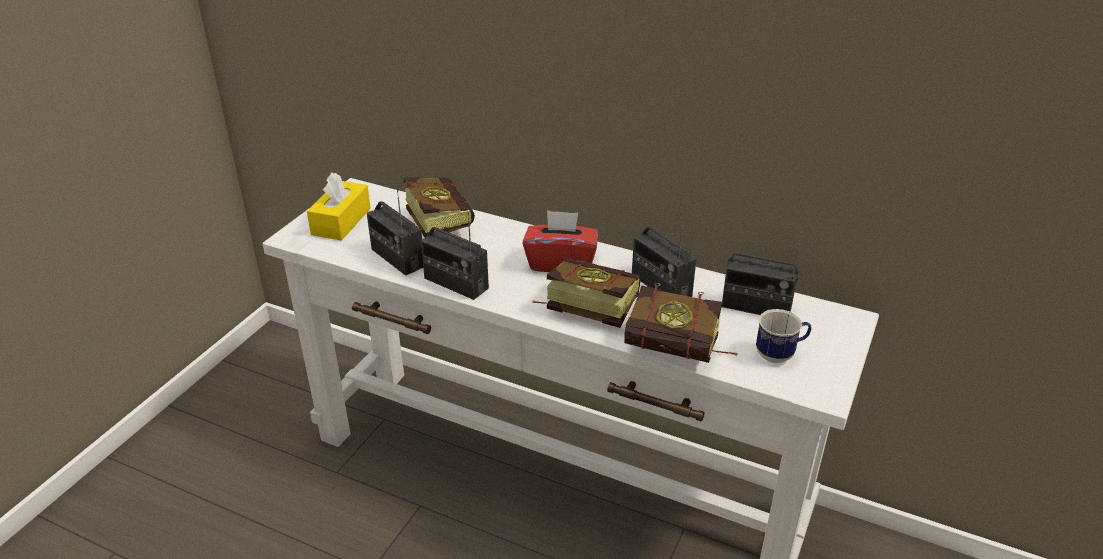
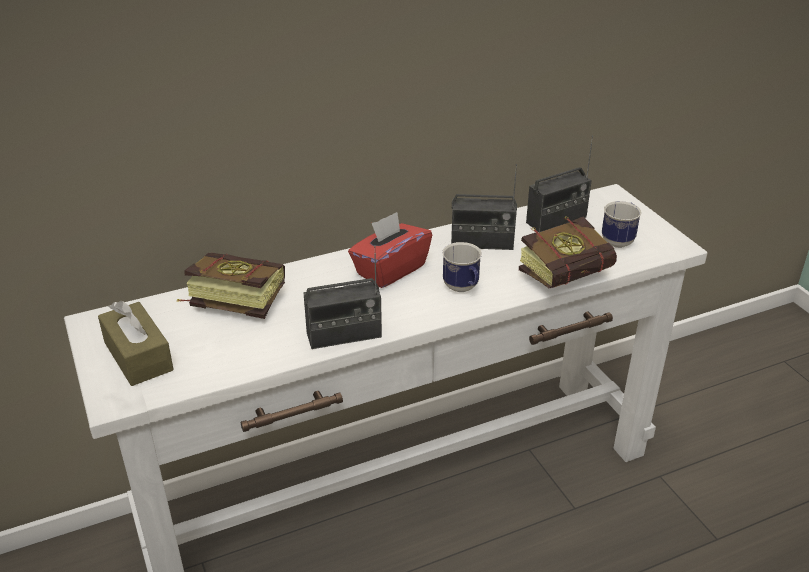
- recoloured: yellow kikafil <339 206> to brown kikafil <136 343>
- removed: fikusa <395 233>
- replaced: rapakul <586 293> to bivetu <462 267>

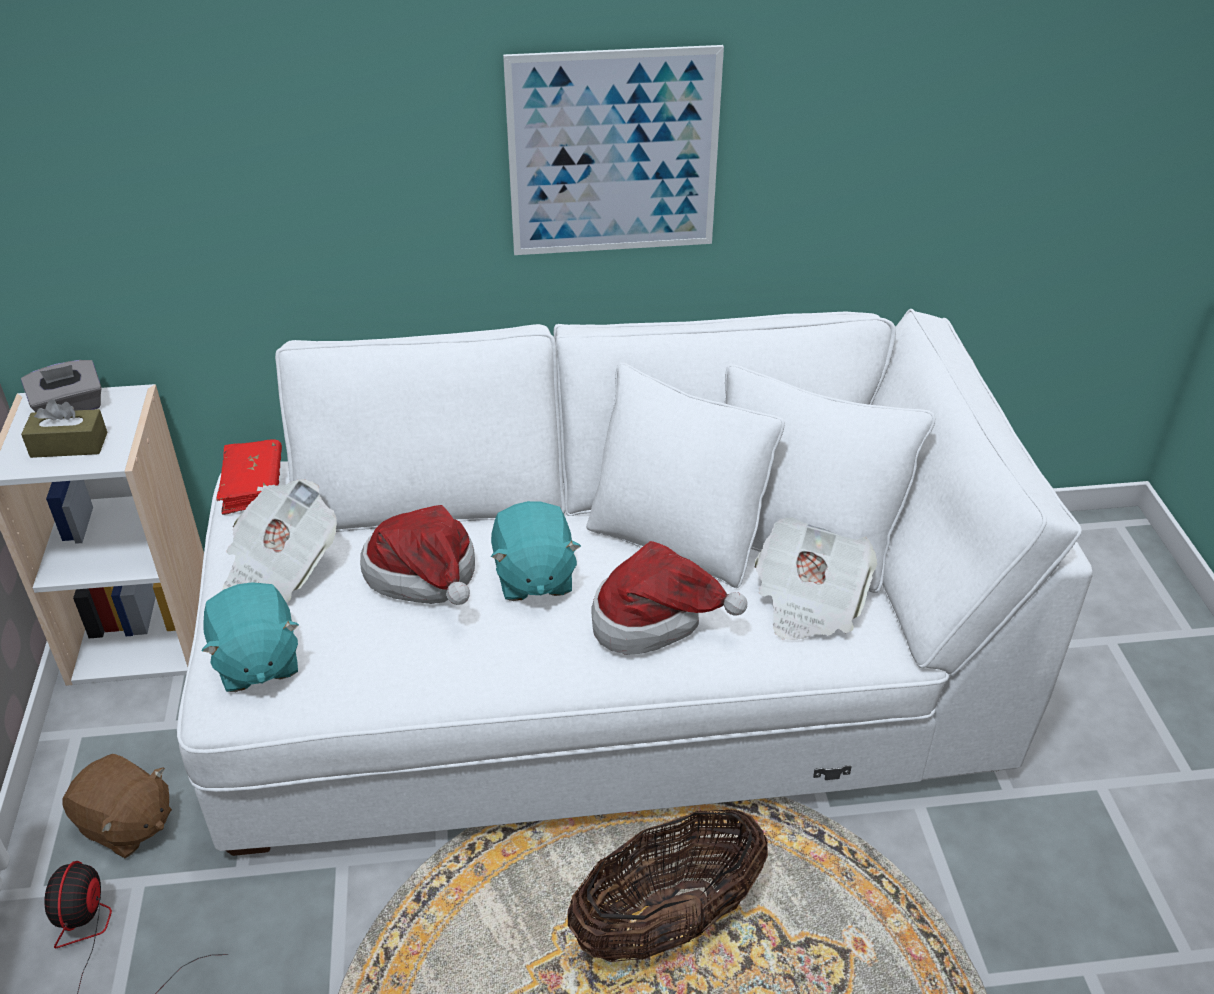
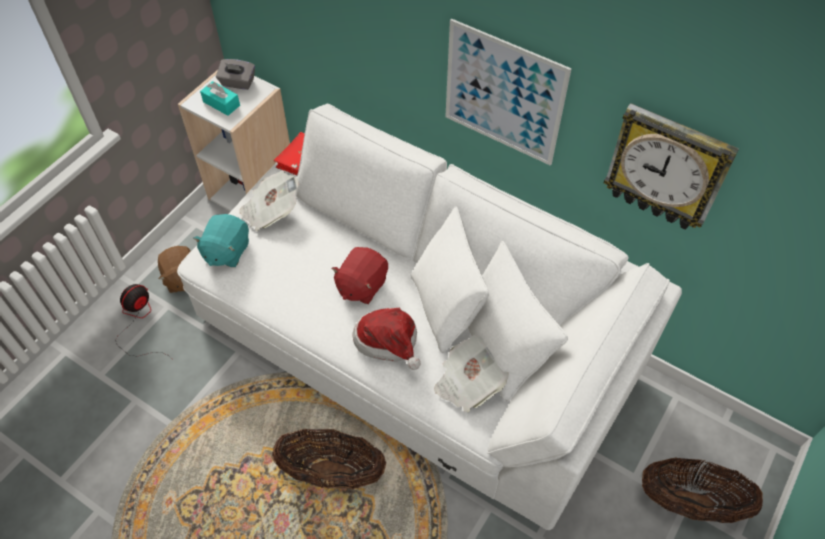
- recoloured: brown kikafil <64 428> to turquoise kikafil <220 98>
- recoloured: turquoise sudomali <536 551> to red sudomali <359 275>
- removed: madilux <417 555>
- added: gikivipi <671 166>
- added: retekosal <702 490>

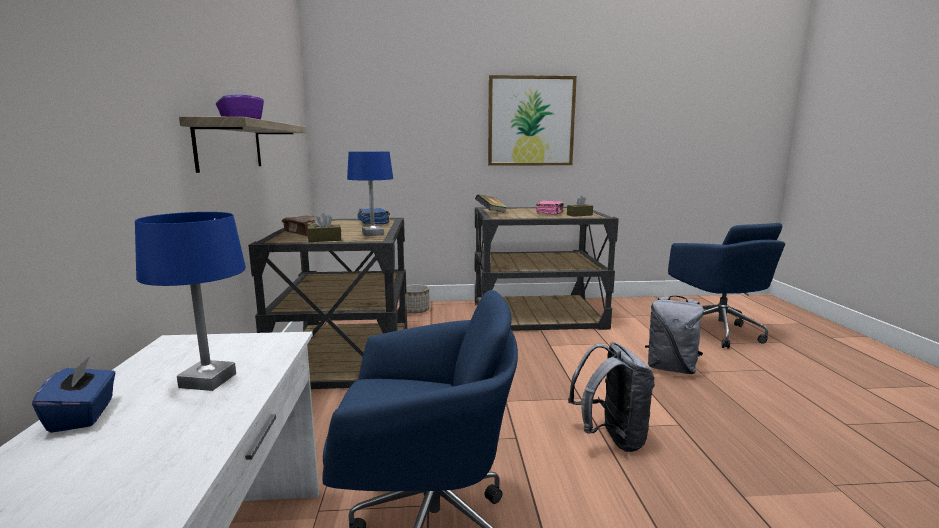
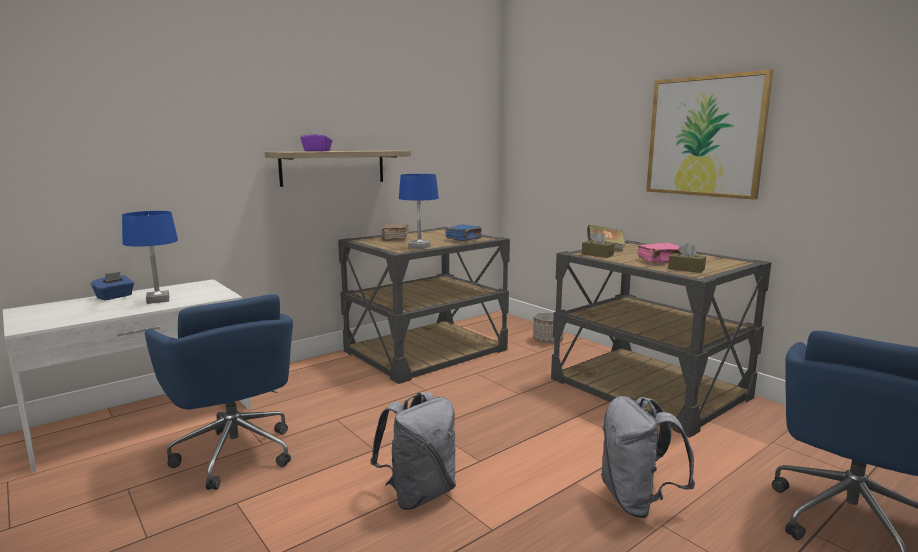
- moved: brown kikafil <324 227> to <598 244>

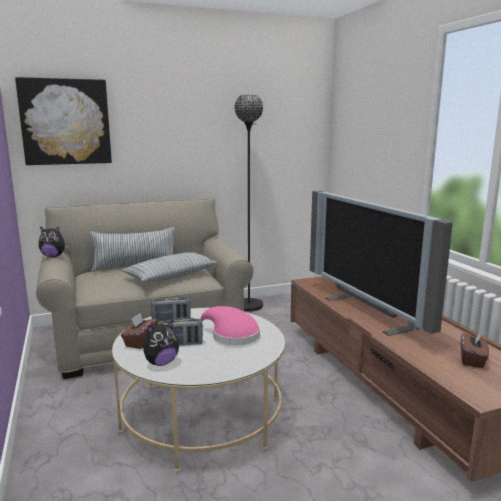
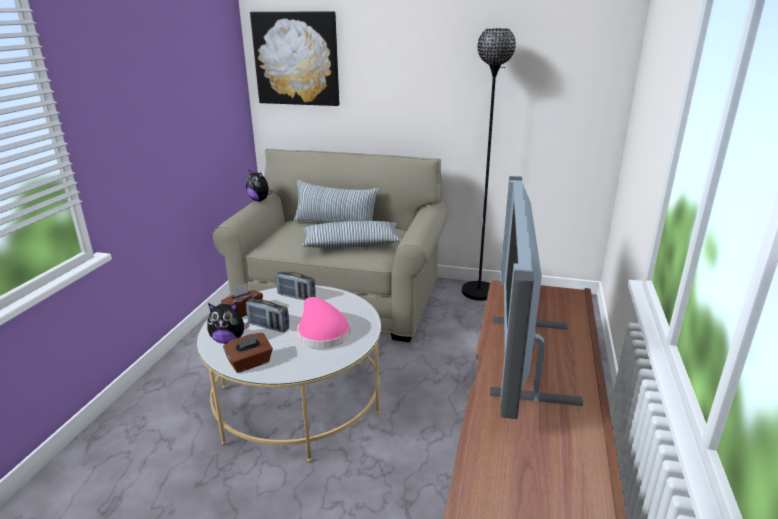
- moved: brown kikafil <475 349> to <248 353>

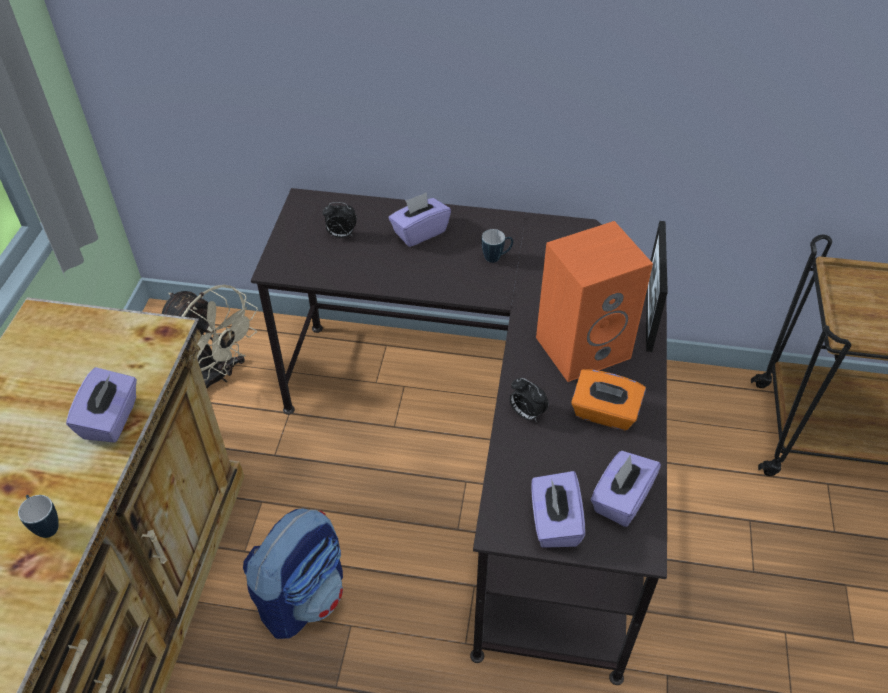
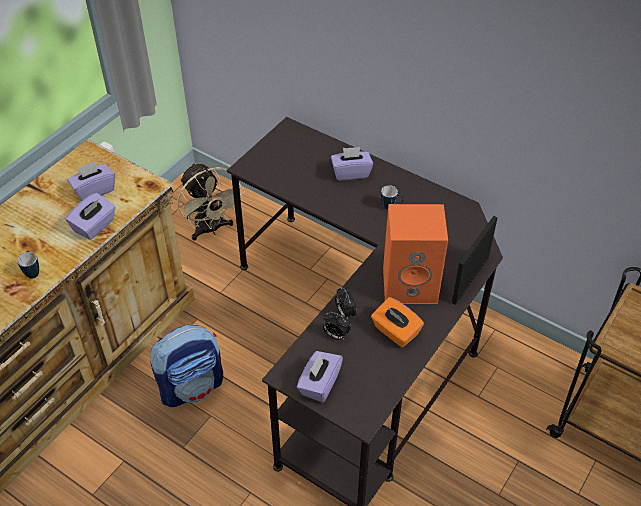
- moved: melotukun <339 220> to <337 325>
- moved: purple kikafil <626 489> to <91 181>

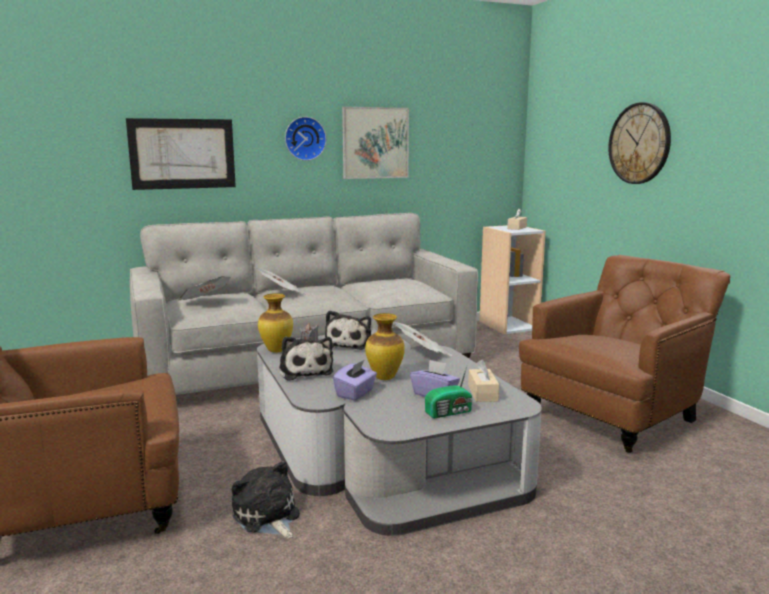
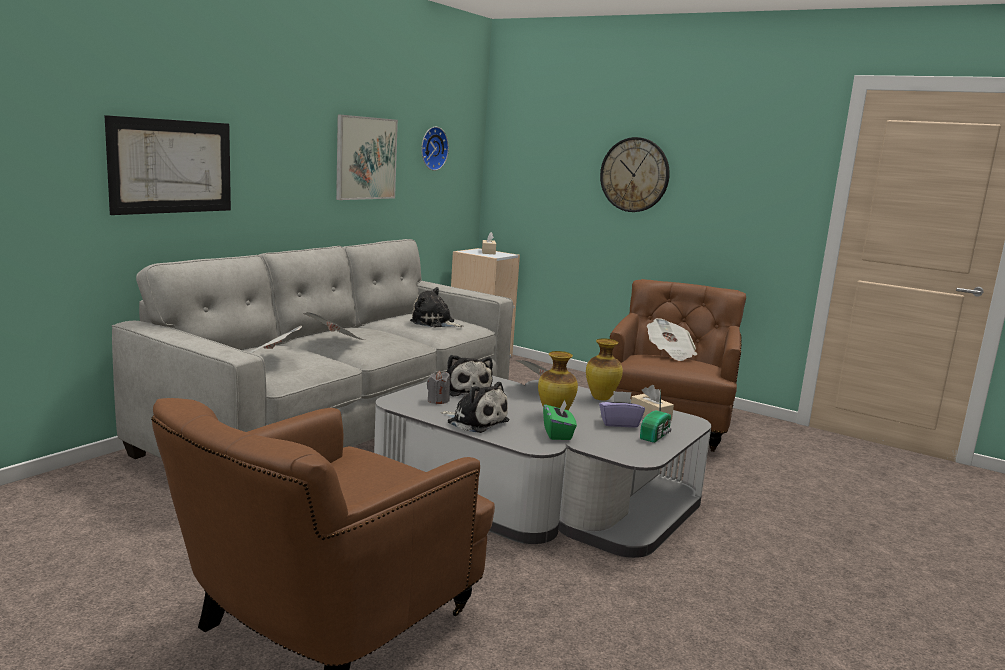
- moved: gikivipi <306 139> to <435 149>
- moved: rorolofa <275 323> to <604 369>
- recoloured: purple kikafil <355 380> to green kikafil <560 419>
- moved: sudomali <266 499> to <437 307>
- added: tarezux <672 339>

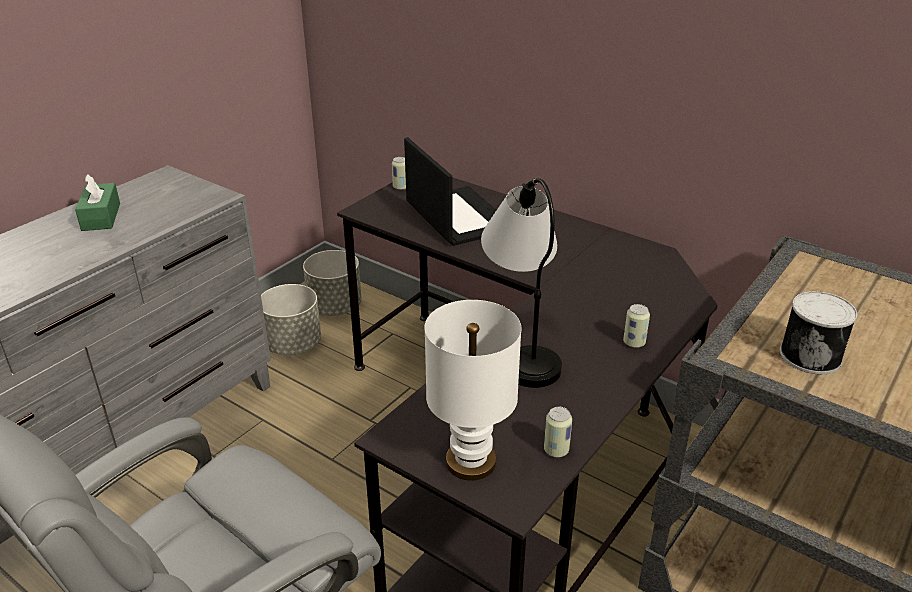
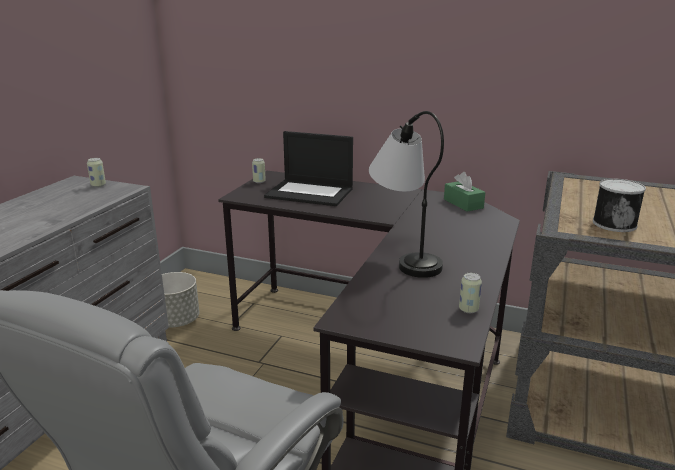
- turned: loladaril <450 191> = <308 168> 150 degrees clockwise
- moved: green kikafil <97 202> to <464 192>
- removed: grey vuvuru <332 283>
- removed: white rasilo <472 390>
- moved: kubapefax <636 326> to <96 172>

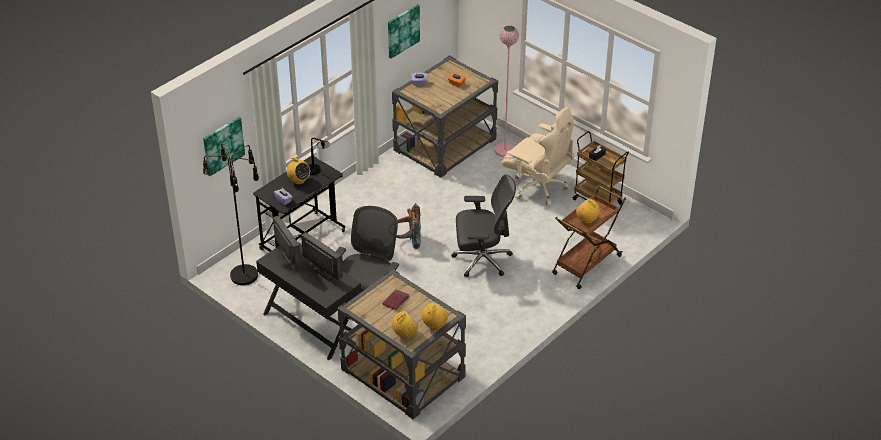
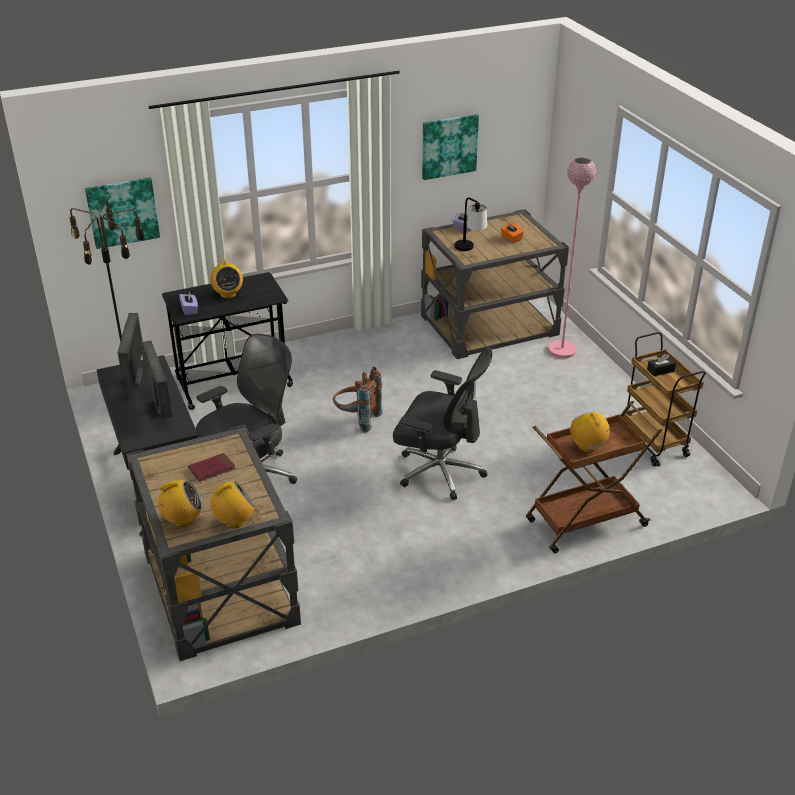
- removed: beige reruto <537 156>
- moved: rasilo <320 156> to <470 224>

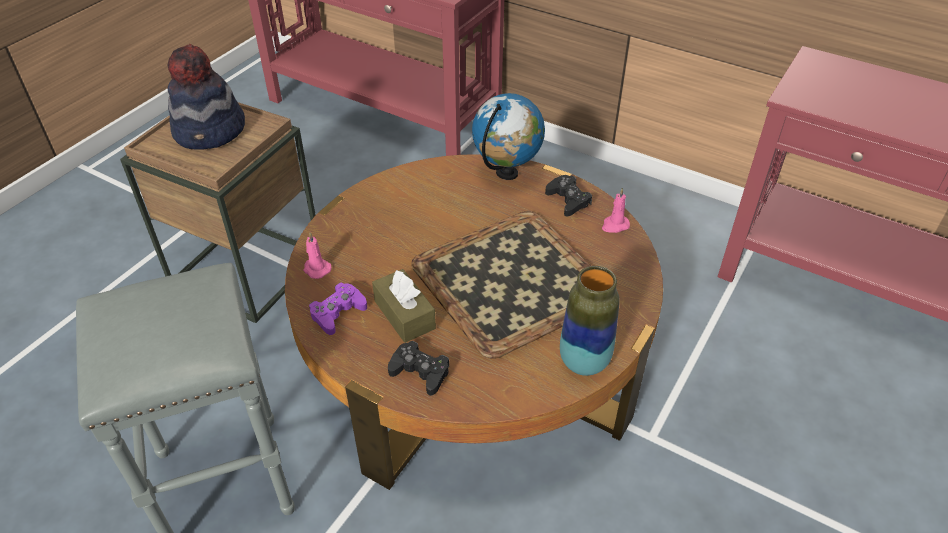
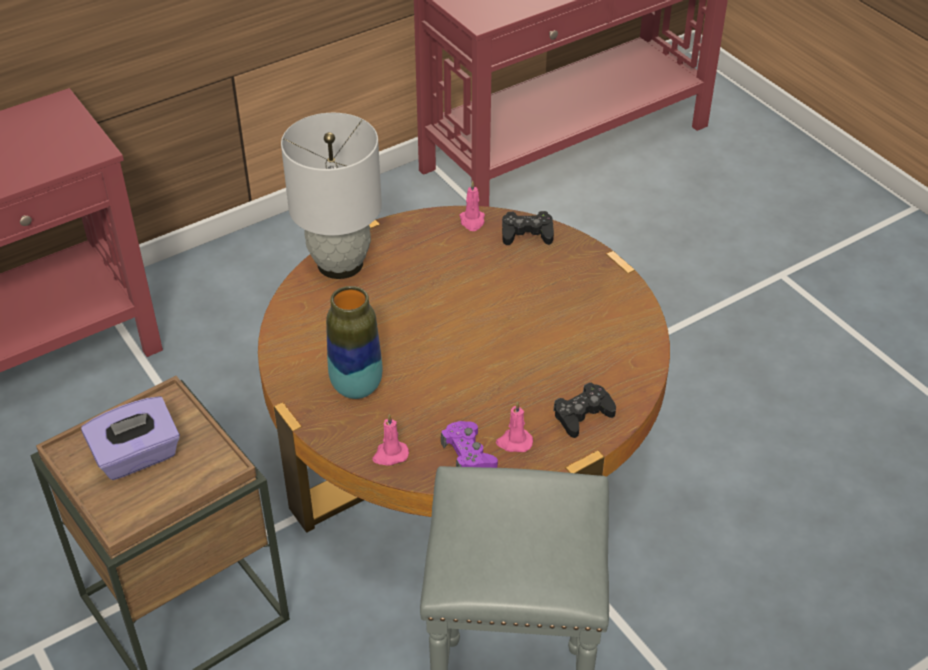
- replaced: madilux <206 97> to purple kikafil <130 438>
- replaced: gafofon <508 136> to white rasilo <331 196>
- moved: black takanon <568 195> to <528 228>
- removed: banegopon <501 285>
- moved: rorolofa <590 321> to <354 342>
- removed: brown kikafil <404 306>
- added: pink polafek <514 427>

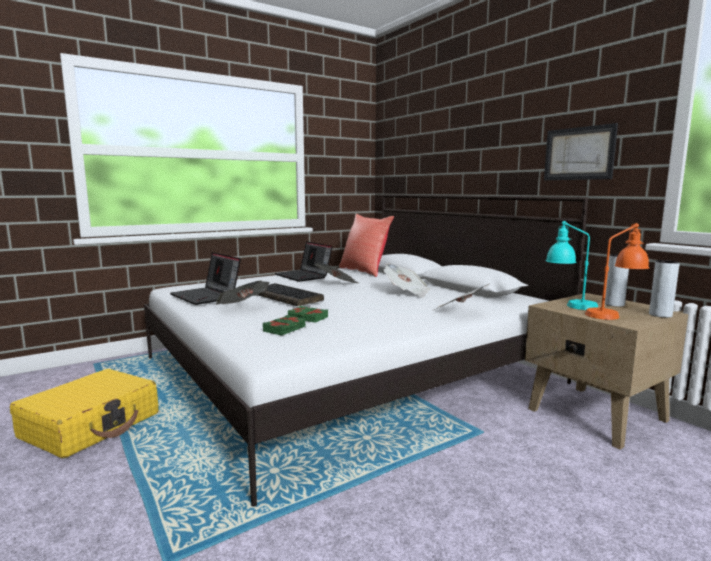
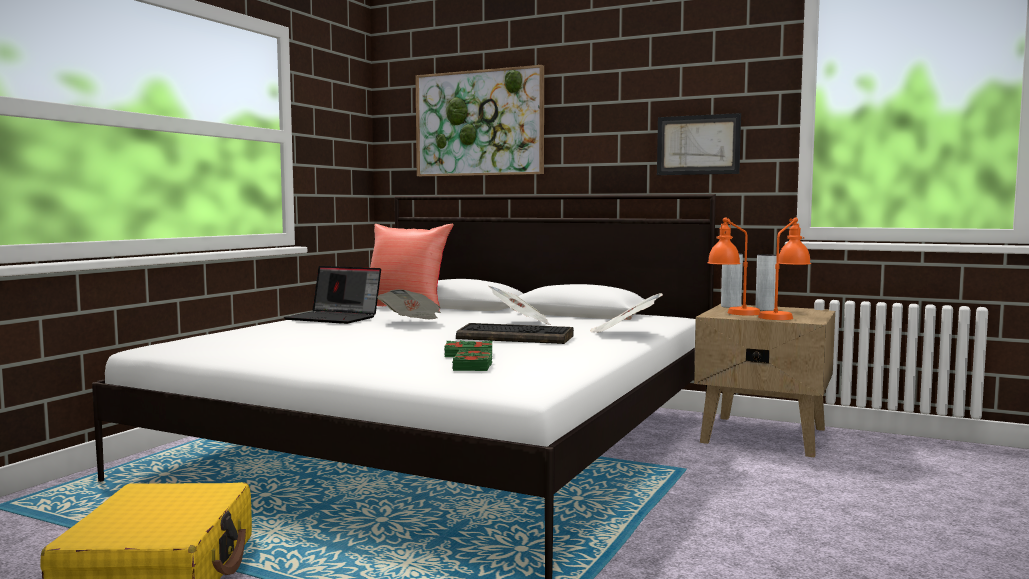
- recoloured: turquoise rasilo <571 265> to orange rasilo <734 266>
- removed: loladaril <205 278>
- moved: grey rorolofa <664 289> to <732 280>
- removed: tarezux <242 292>
- moved: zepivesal <291 294> to <515 333>
- added: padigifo <479 120>

